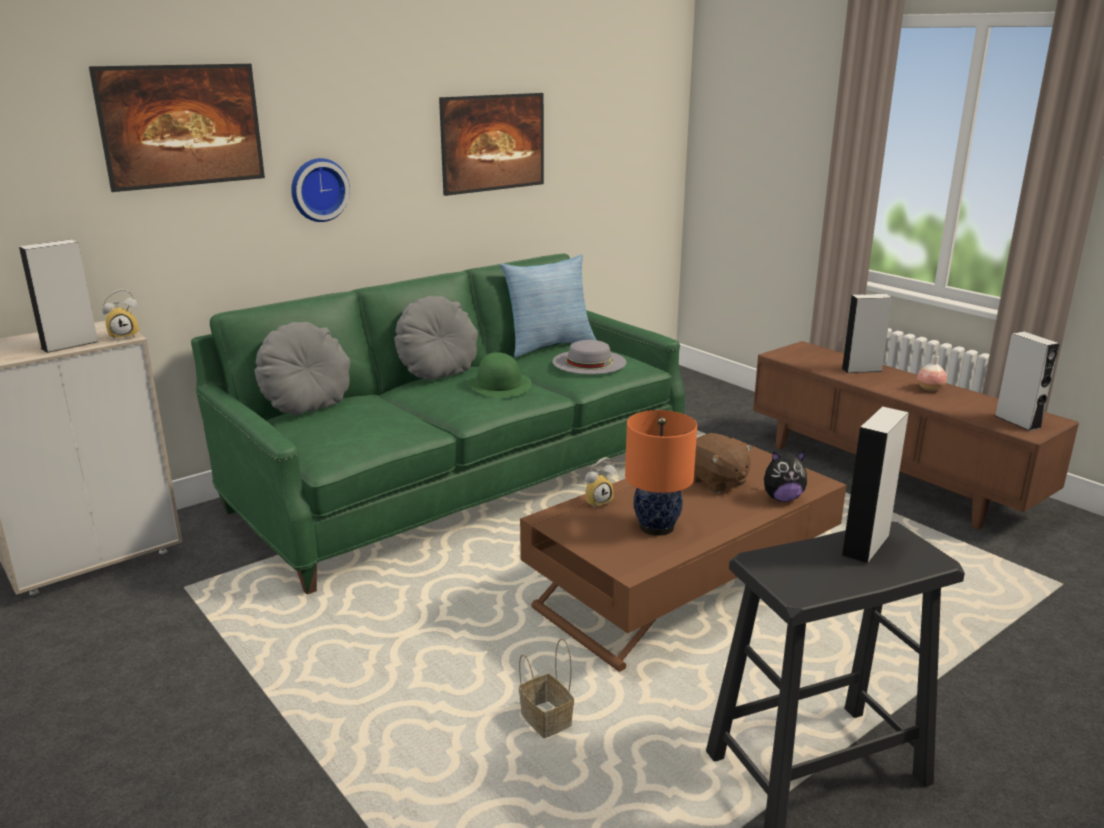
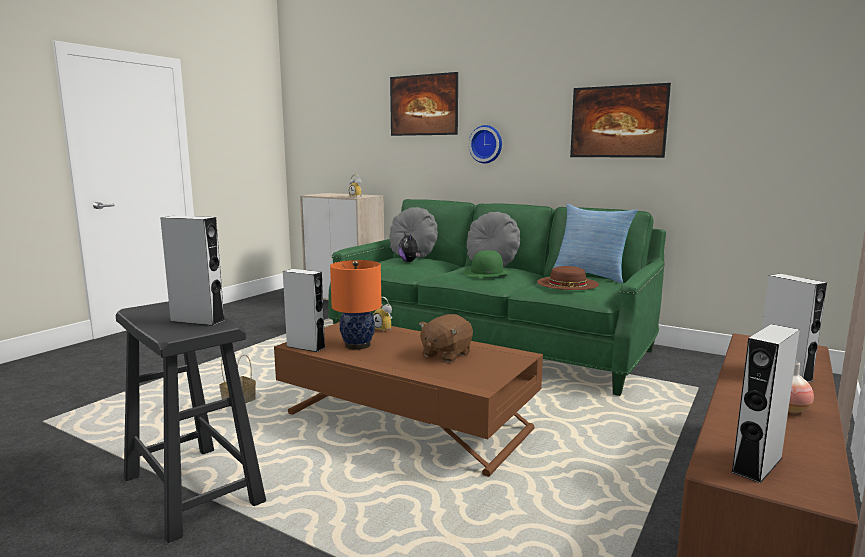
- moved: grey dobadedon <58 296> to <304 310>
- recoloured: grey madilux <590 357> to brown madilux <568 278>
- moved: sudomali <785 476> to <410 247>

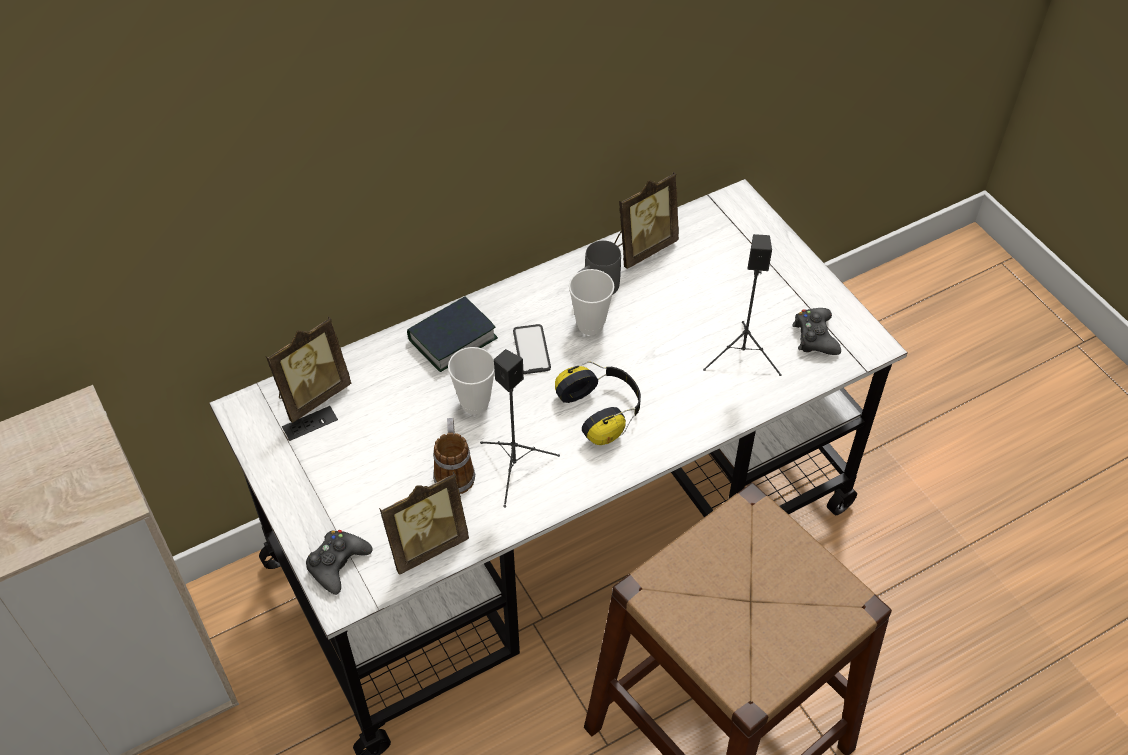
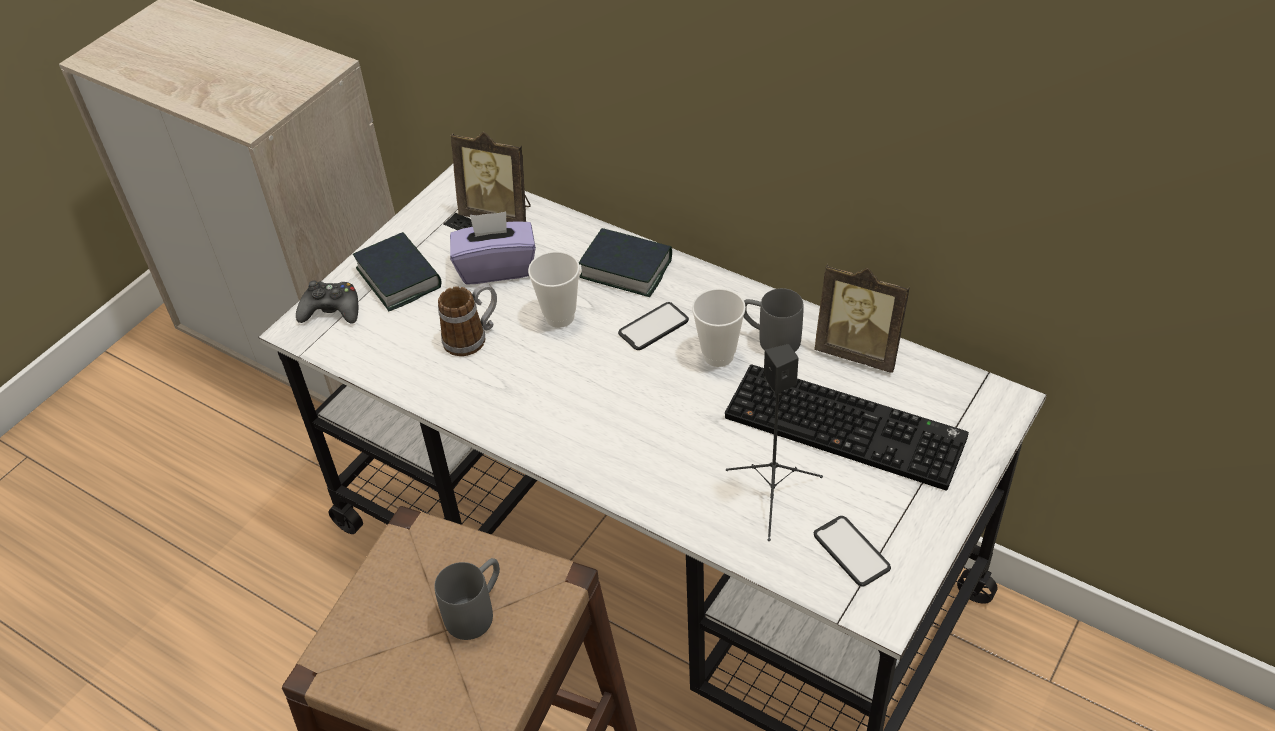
- replaced: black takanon <816 331> to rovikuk <852 551>
- removed: black dobadedon <520 428>
- removed: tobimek <598 403>
- removed: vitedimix <424 523>
- added: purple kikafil <493 248>
- added: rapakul <397 271>
- added: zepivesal <847 427>
- added: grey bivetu <467 599>

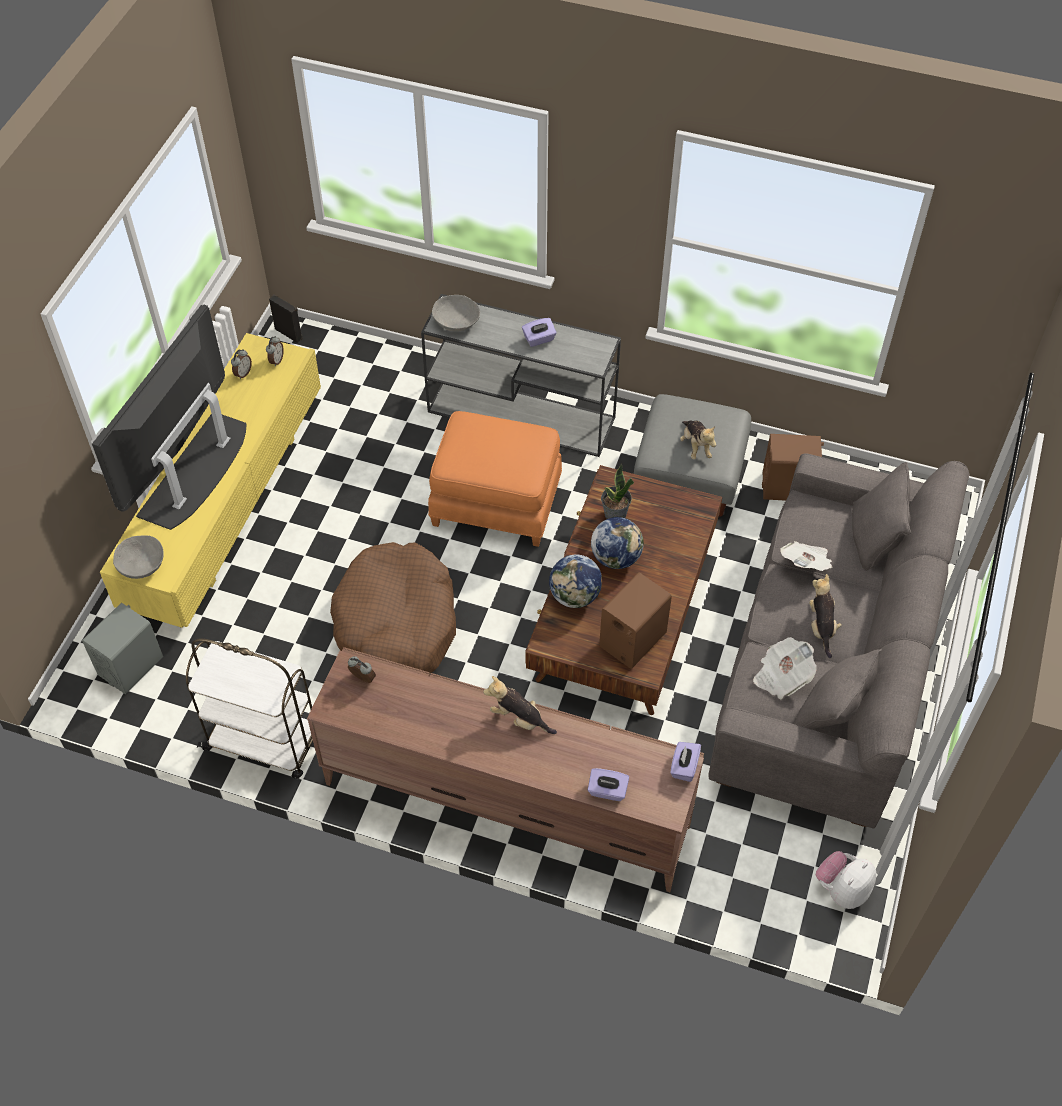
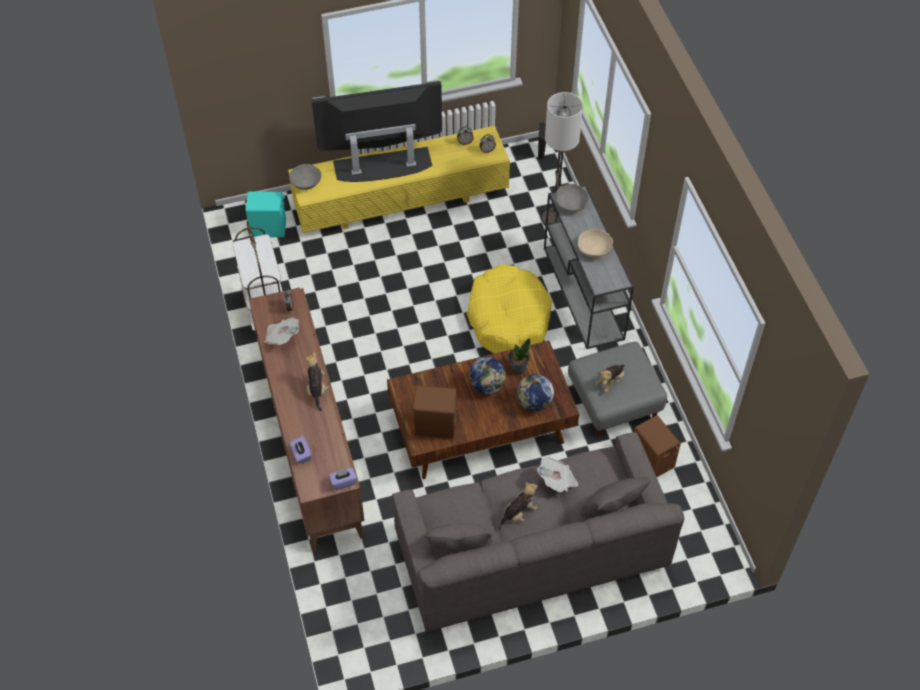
- replaced: purple kikafil <539 332> to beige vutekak <595 243>
- replaced: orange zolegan <495 479> to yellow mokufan <509 309>
- removed: brown mokufan <393 607>
- moved: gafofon <575 581> to <535 392>
- recoloured: grey dobadedon <122 648> to turquoise dobadedon <266 214>
- moved: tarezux <785 668> to <281 331>
- removed: sudomali <846 880>
- added: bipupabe <562 158>

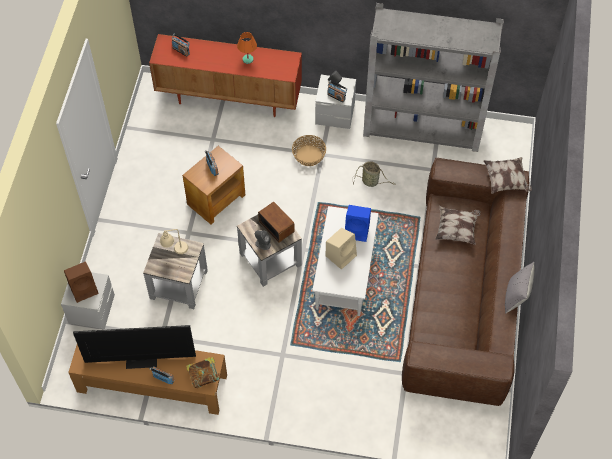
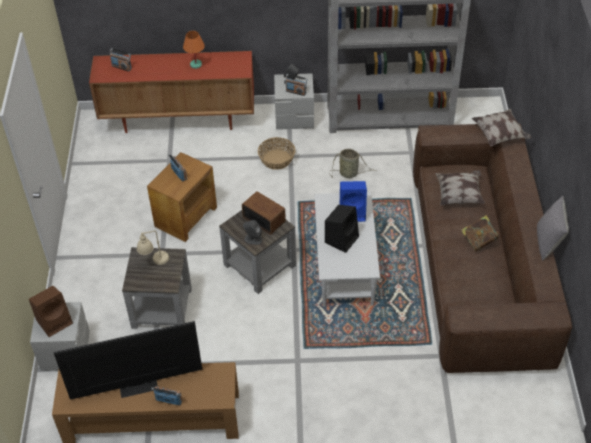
- recoloured: beige dobadedon <341 249> to black dobadedon <342 229>
- moved: rapakul <203 372> to <481 233>

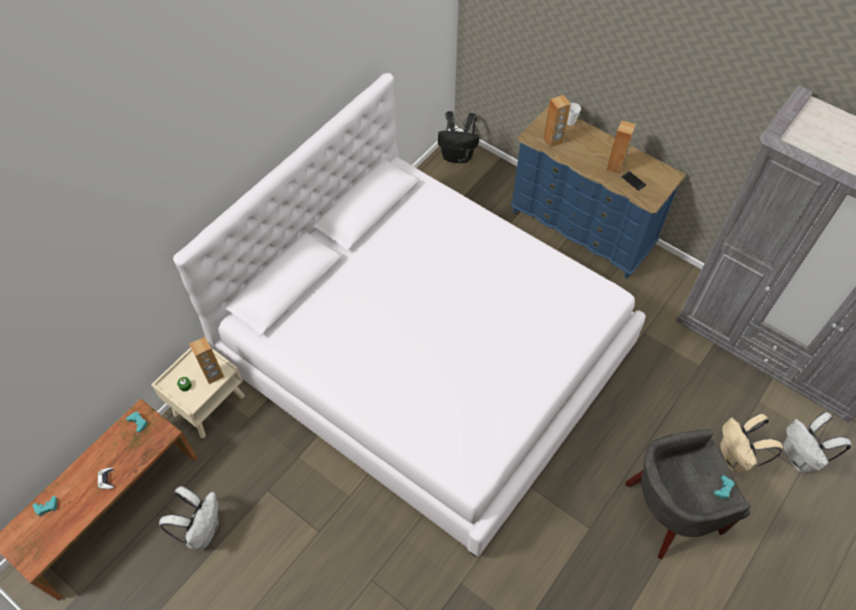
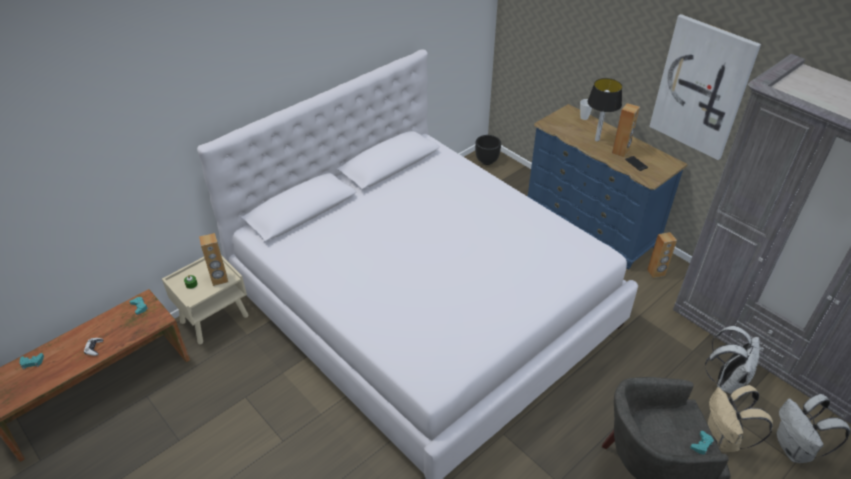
- moved: brown dobadedon <557 121> to <662 255>
- replaced: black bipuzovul <458 137> to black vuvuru <488 150>
- moved: white bipuzovul <189 518> to <732 360>
- added: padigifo <705 87>
- added: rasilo <604 110>

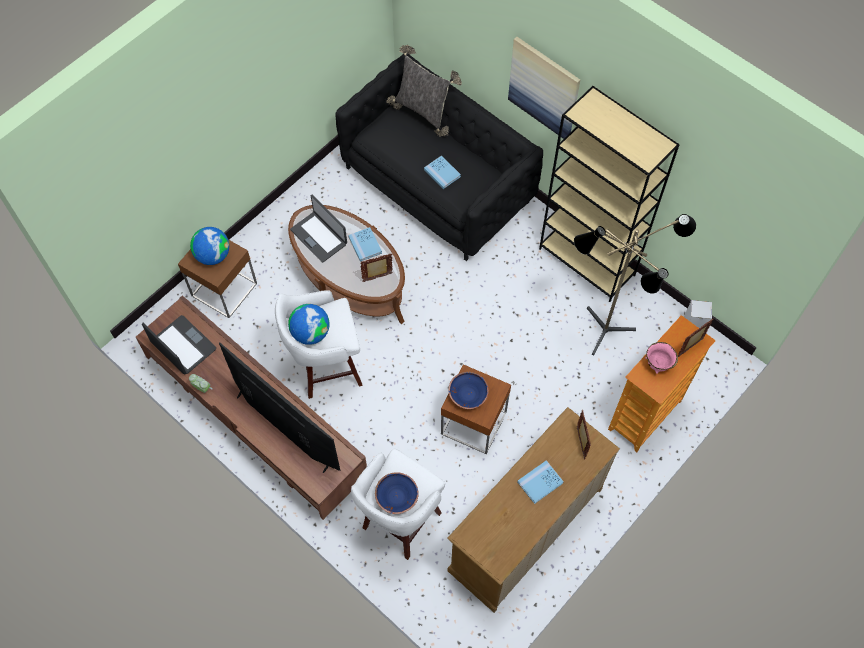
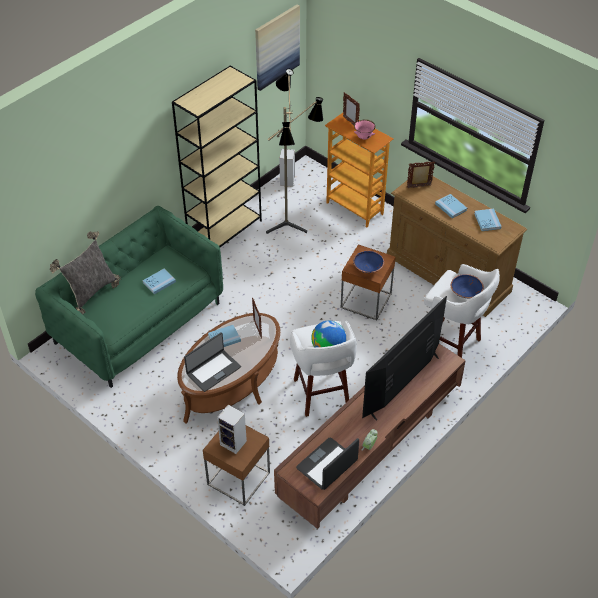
- moved: padigifo <544 88> to <277 47>
- recoloured: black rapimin <439 157> to green rapimin <129 297>
- replaced: gafofon <209 246> to dobadedon <232 429>
- added: blue rapakul <488 220>

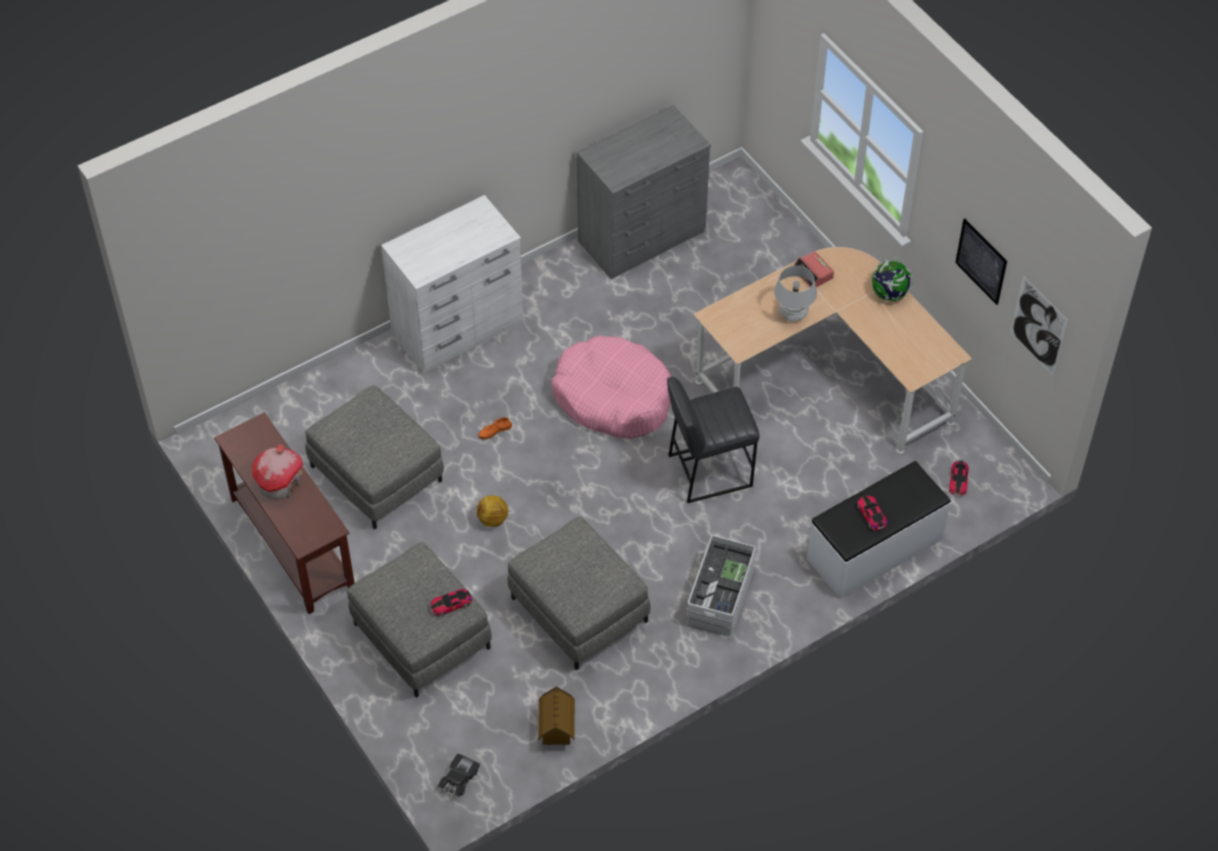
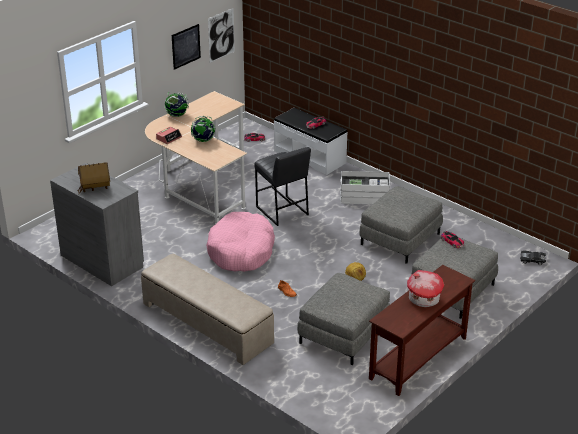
- replaced: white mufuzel <452 284> to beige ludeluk <207 309>
- replaced: white rasilo <795 294> to gafofon <203 129>
- moved: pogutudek <556 715> to <94 178>

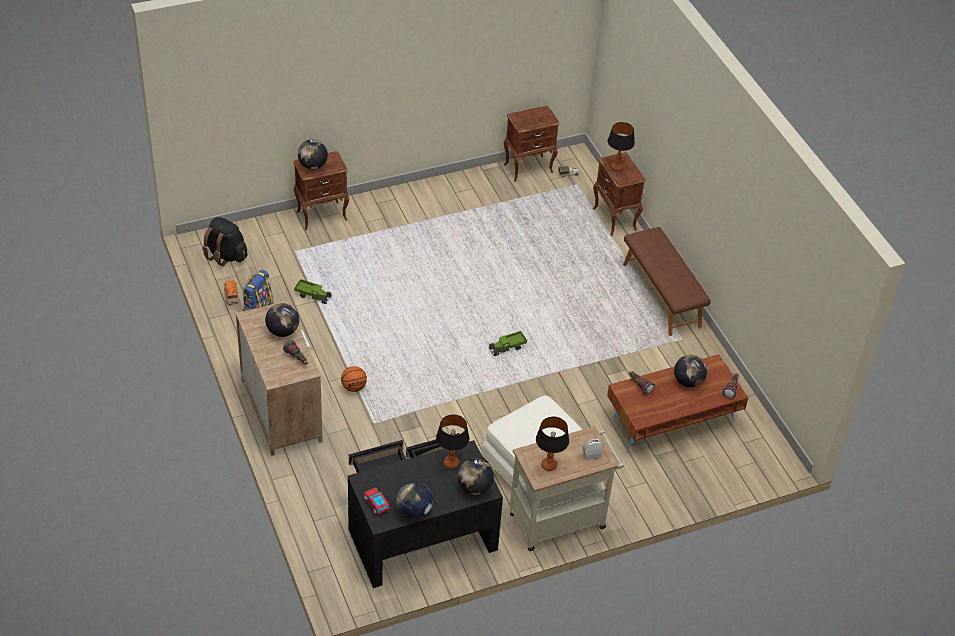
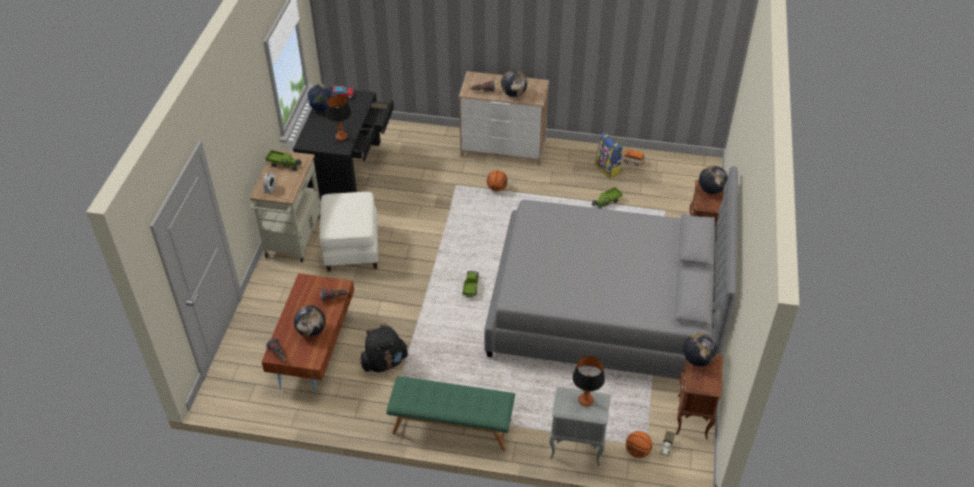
- recoloured: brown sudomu <619 194> to grey sudomu <579 426>
- moved: black bipuzovul <224 241> to <384 348>
- recoloured: brown ludeluk <667 281> to green ludeluk <450 413>
- replaced: rasilo <552 444> to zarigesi <283 160>
- moved: gafofon <476 477> to <700 349>
- added: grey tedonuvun <611 272>
- added: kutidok <639 444>

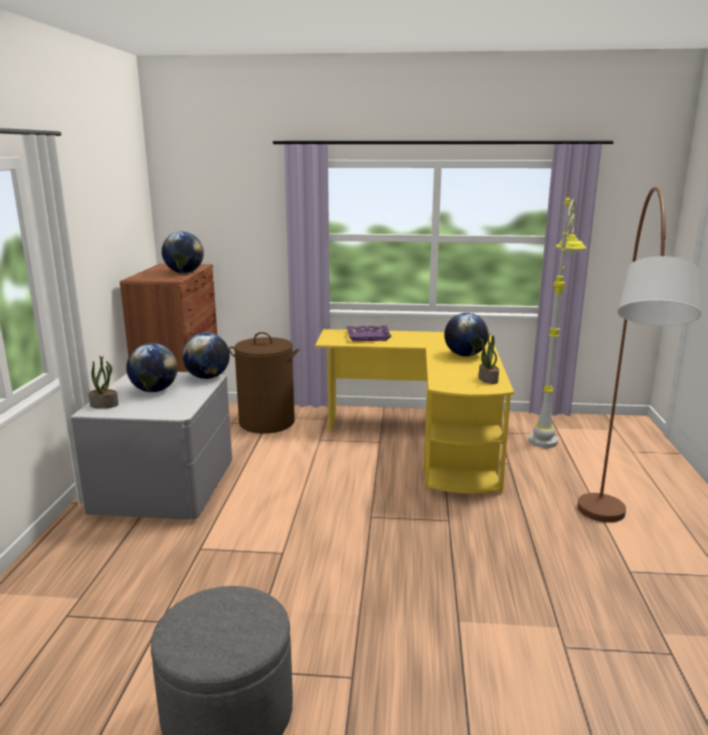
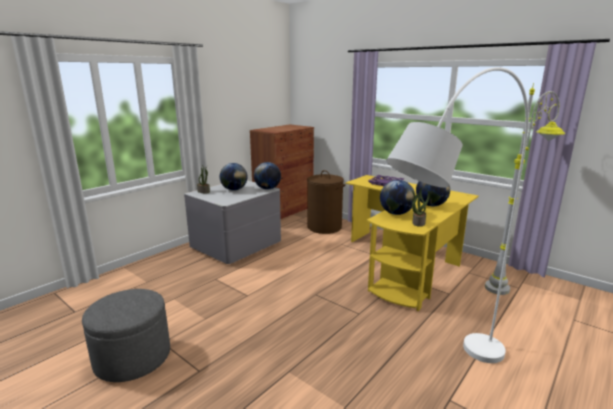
- recoloured: brown bipupabe <639 354> to white bipupabe <457 215>
- moved: gafofon <183 252> to <397 197>

